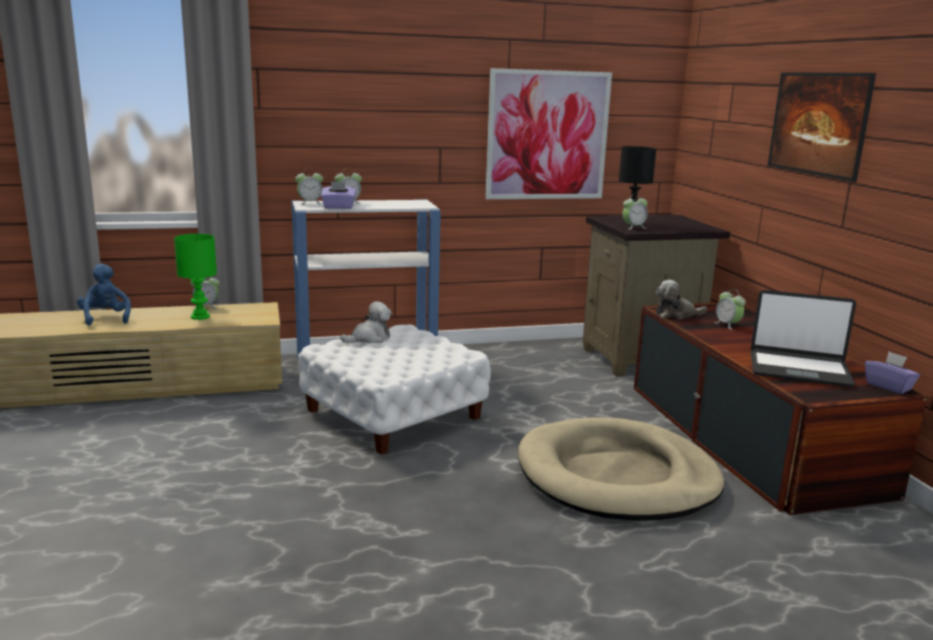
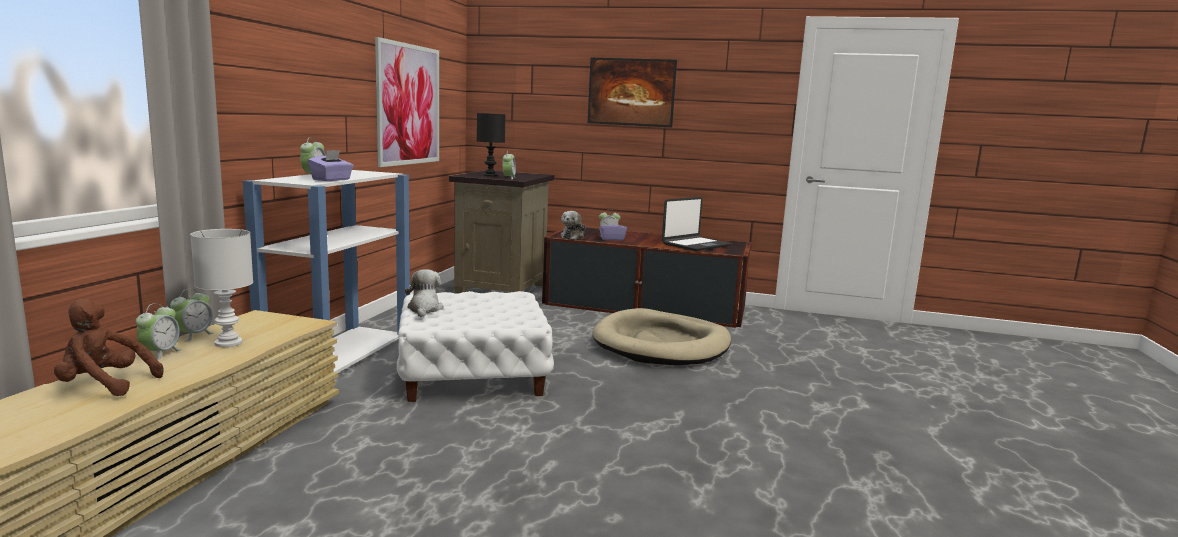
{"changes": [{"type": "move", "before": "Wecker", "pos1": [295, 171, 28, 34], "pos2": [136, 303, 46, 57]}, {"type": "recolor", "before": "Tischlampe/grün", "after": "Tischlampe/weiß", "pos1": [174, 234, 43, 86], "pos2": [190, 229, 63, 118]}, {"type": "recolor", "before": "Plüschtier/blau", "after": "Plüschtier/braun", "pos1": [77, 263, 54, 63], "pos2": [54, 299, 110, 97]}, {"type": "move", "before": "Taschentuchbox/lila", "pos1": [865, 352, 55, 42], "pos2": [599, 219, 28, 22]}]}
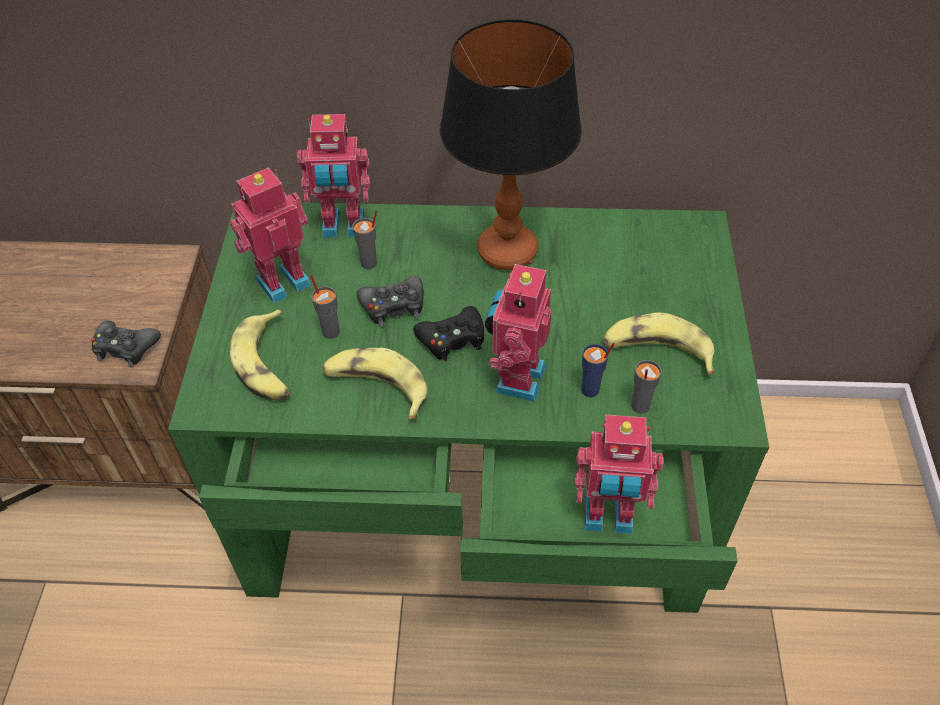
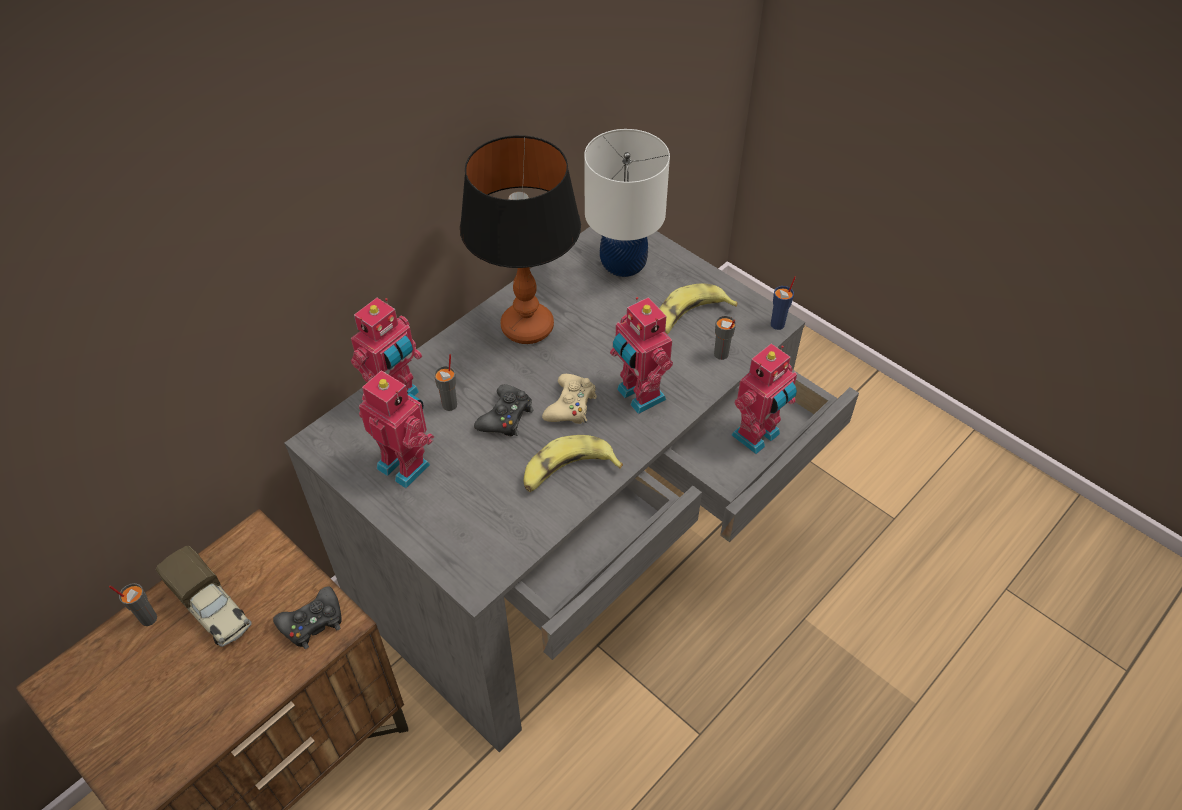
{"changes": [{"type": "rotate", "before": "Spielzeugroboter", "pos1": [230, 167, 81, 136], "pos2": [359, 370, 75, 118], "turn": 120}, {"type": "recolor", "before": "Schreibtisch/grün", "after": "Schreibtisch/grau", "pos1": [168, 202, 601, 411], "pos2": [284, 227, 575, 525]}, {"type": "move", "before": "Tasse/grau", "pos1": [310, 274, 30, 65], "pos2": [109, 583, 48, 43]}, {"type": "recolor", "before": "Gamepad/schwarz", "after": "Gamepad/beige", "pos1": [413, 306, 71, 56], "pos2": [542, 374, 55, 50]}, {"type": "delete", "before": "Banane", "pos1": [230, 309, 61, 91]}, {"type": "move", "before": "Tasse/blau", "pos1": [581, 343, 34, 54], "pos2": [771, 276, 25, 54]}, {"type": "insert", "after": "Tischlampe/weiß", "pos2": [584, 129, 86, 148]}, {"type": "insert", "after": "Spielzeuglaster", "pos2": [156, 546, 95, 101]}]}
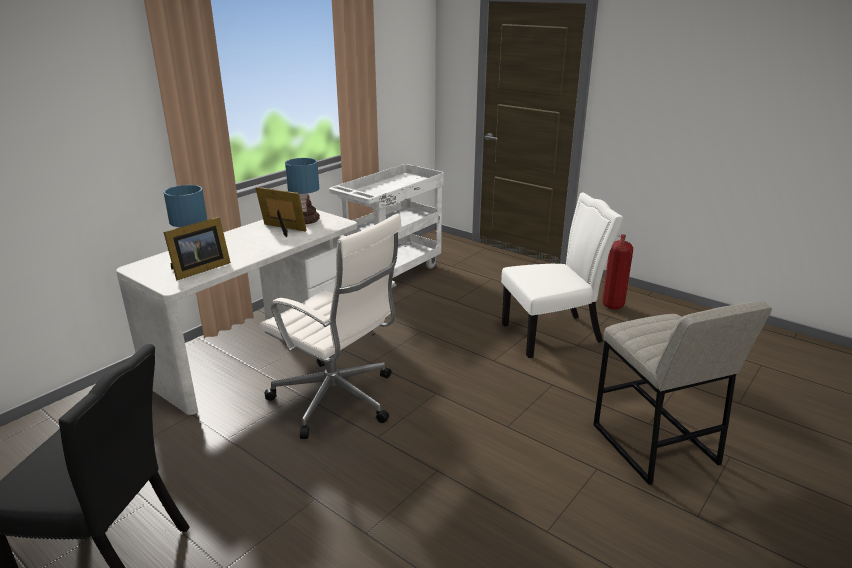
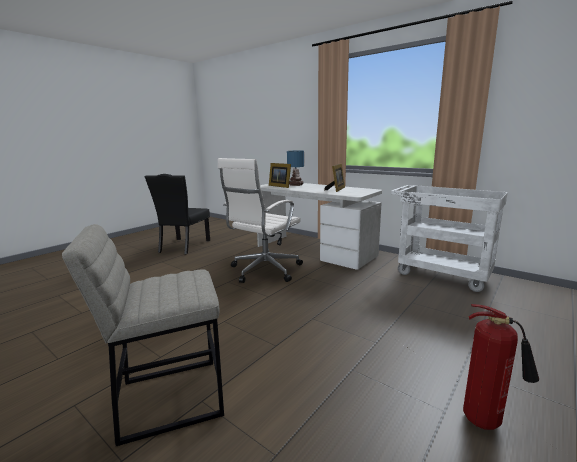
{"changes": [{"type": "delete", "before": "Tischlampe", "pos1": [285, 158, 35, 66]}, {"type": "delete", "before": "Stuhl/weiß", "pos1": [501, 193, 122, 165]}]}
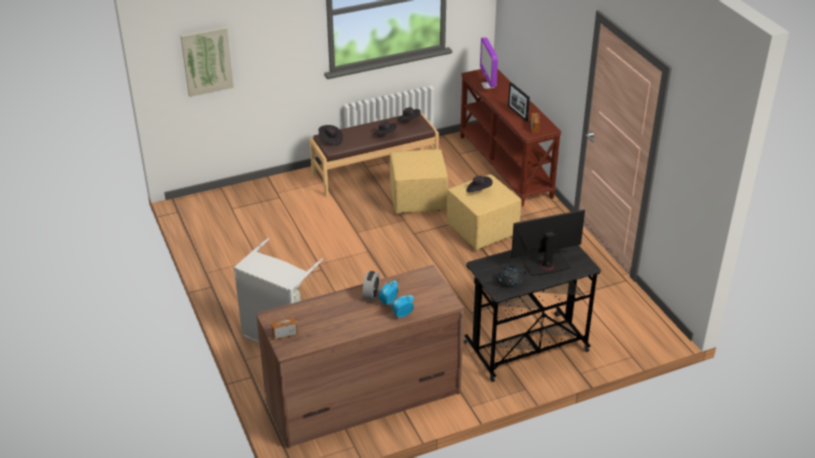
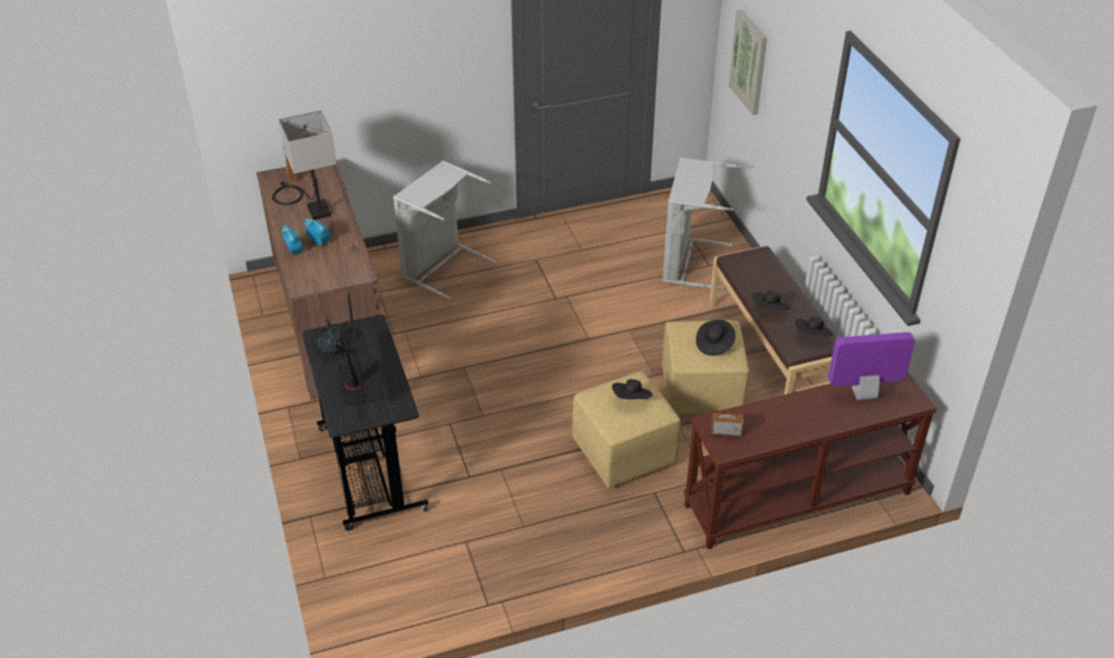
{"changes": [{"type": "delete", "before": "Bilderrahmen", "pos1": [508, 82, 22, 40]}, {"type": "move", "before": "Hut/schwarz", "pos1": [319, 125, 24, 21], "pos2": [696, 320, 39, 36]}, {"type": "delete", "before": "Wecker", "pos1": [362, 271, 18, 30]}, {"type": "insert", "after": "Tischlampe", "pos2": [272, 110, 65, 110]}, {"type": "insert", "after": "Wäschekorb/grau", "pos2": [662, 158, 80, 132]}]}
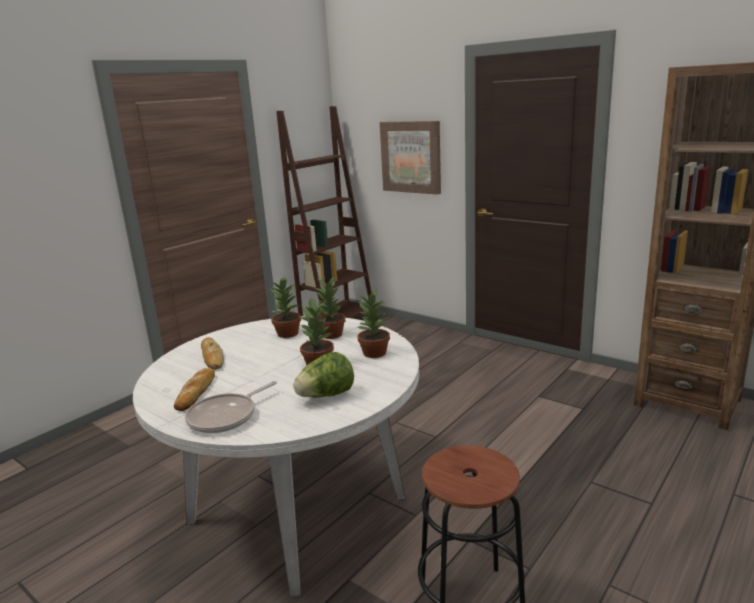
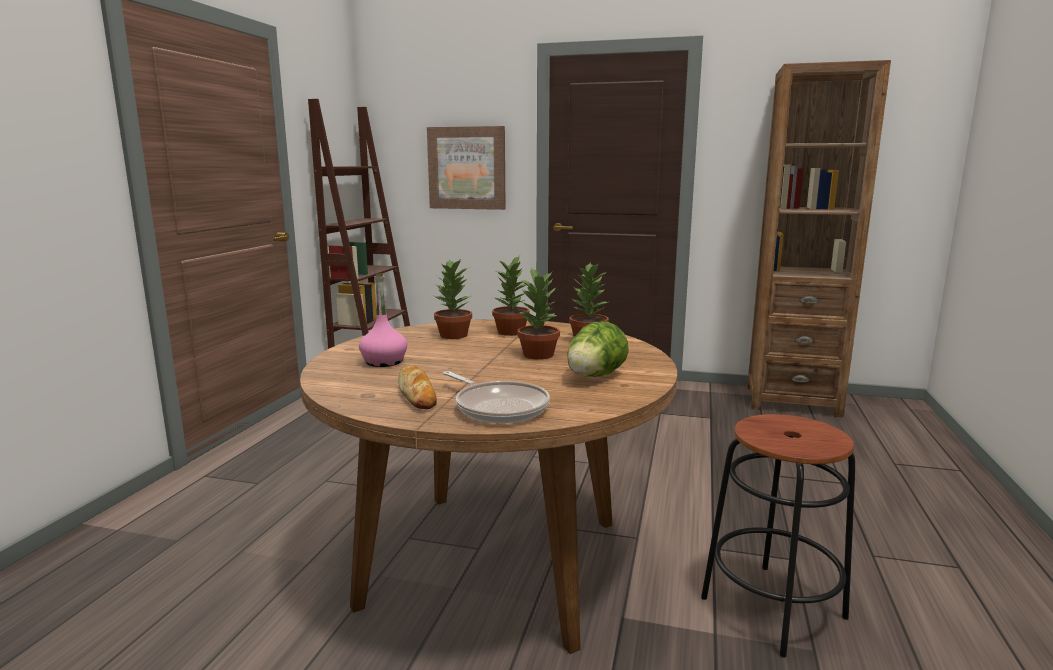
{"changes": [{"type": "recolor", "before": "Esstisch/weiß", "after": "Esstisch/braun", "pos1": [133, 316, 286, 281], "pos2": [300, 319, 377, 335]}, {"type": "replace", "before": "Brot", "after": "Flasche/rosa", "pos1": [201, 337, 23, 33], "pos2": [359, 273, 48, 94]}, {"type": "rotate", "before": "Pfanne", "pos1": [185, 381, 92, 52], "pos2": [443, 371, 107, 52], "turn": -60}]}
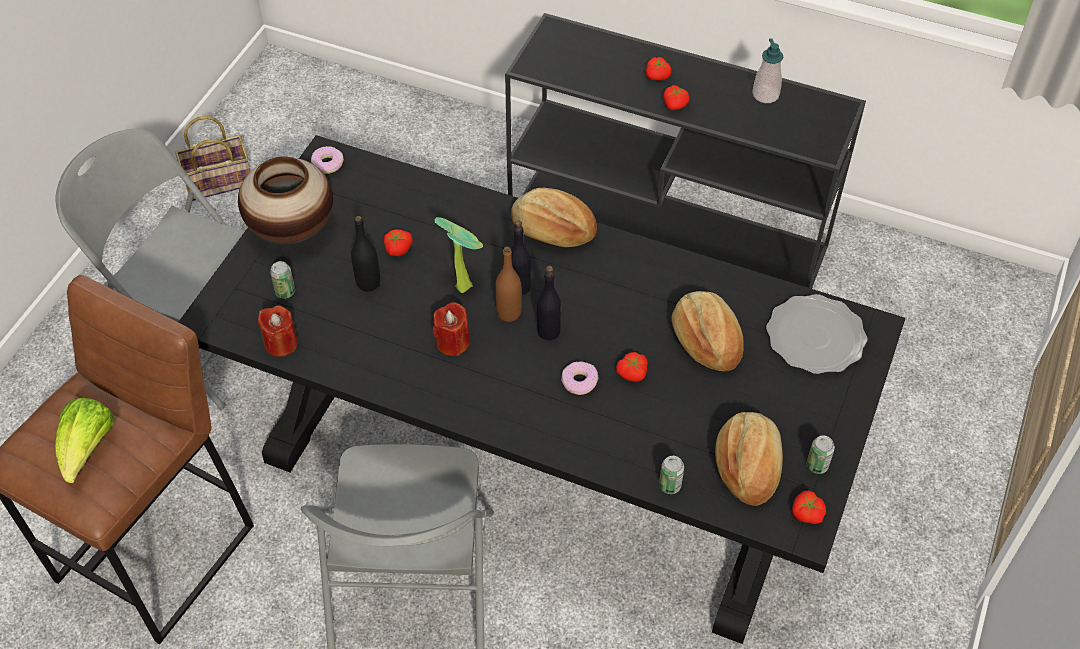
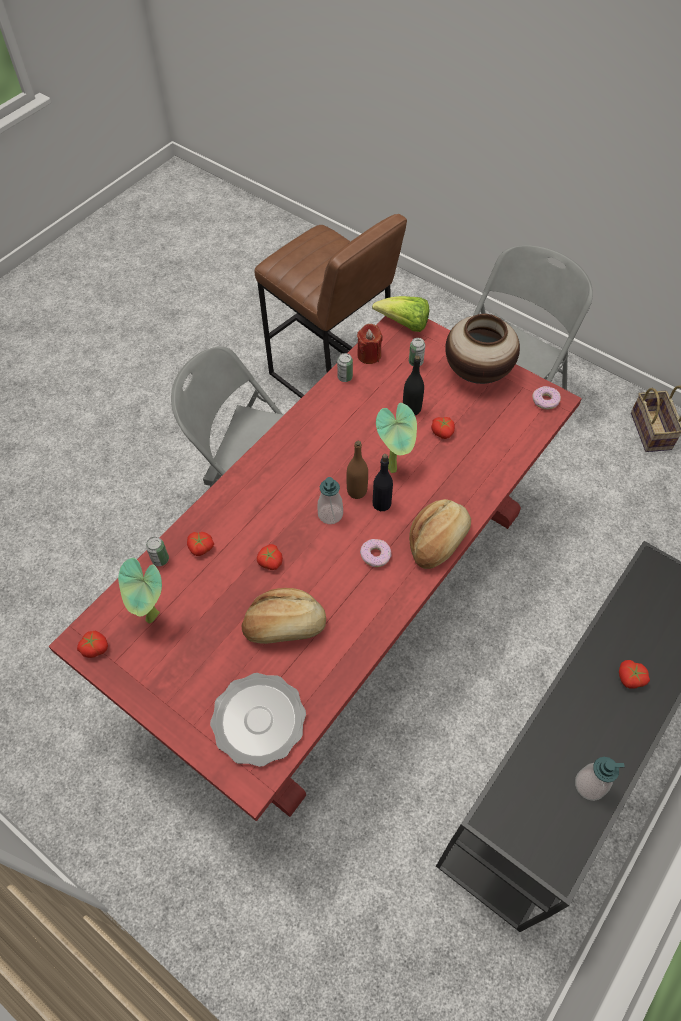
{"changes": [{"type": "move", "before": "Tomate", "pos1": [663, 85, 27, 25], "pos2": [187, 532, 27, 24]}, {"type": "recolor", "before": "Esstisch/schwarz", "after": "Esstisch/rot", "pos1": [179, 135, 726, 509], "pos2": [49, 316, 533, 505]}, {"type": "replace", "before": "Flasche/schwarz", "after": "Seifenspender", "pos1": [537, 266, 25, 74], "pos2": [317, 477, 26, 47]}, {"type": "delete", "before": "Kerze/rot", "pos1": [433, 302, 37, 54]}, {"type": "move", "before": "Donut", "pos1": [561, 361, 37, 34], "pos2": [360, 539, 31, 28]}, {"type": "move", "before": "Salatkopf", "pos1": [55, 398, 58, 85], "pos2": [372, 296, 57, 36]}, {"type": "replace", "before": "Brot", "after": "Topfpflanze", "pos1": [715, 412, 68, 94], "pos2": [118, 558, 44, 66]}, {"type": "move", "before": "Dose", "pos1": [807, 435, 28, 39], "pos2": [337, 353, 16, 29]}]}
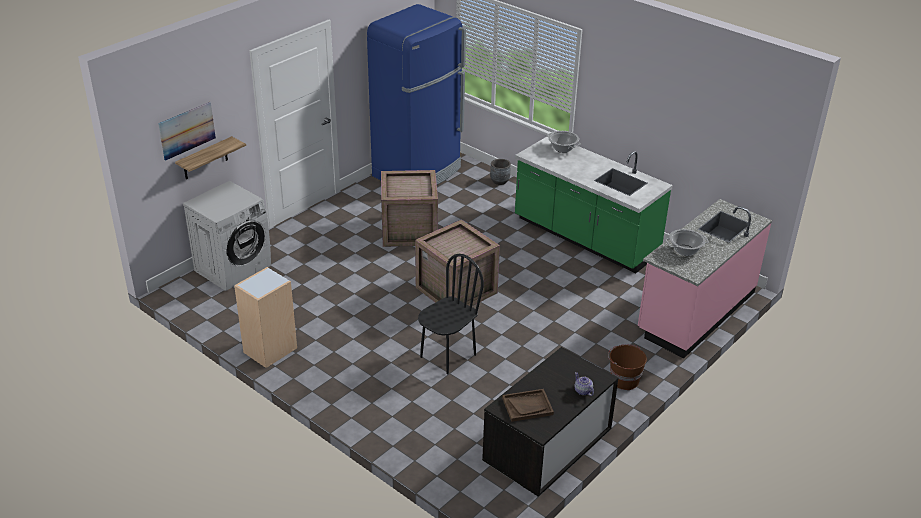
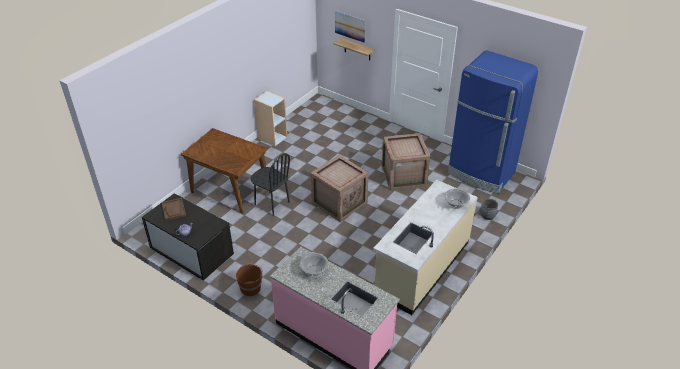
{"changes": [{"type": "recolor", "before": "Küchenzeile/grün", "after": "Küchenzeile/beige", "pos1": [515, 135, 158, 138], "pos2": [373, 180, 105, 135]}, {"type": "delete", "before": "Waschmaschine/weiß", "pos1": [183, 181, 88, 110]}, {"type": "insert", "after": "Esstisch/braun", "pos2": [181, 128, 86, 86]}]}
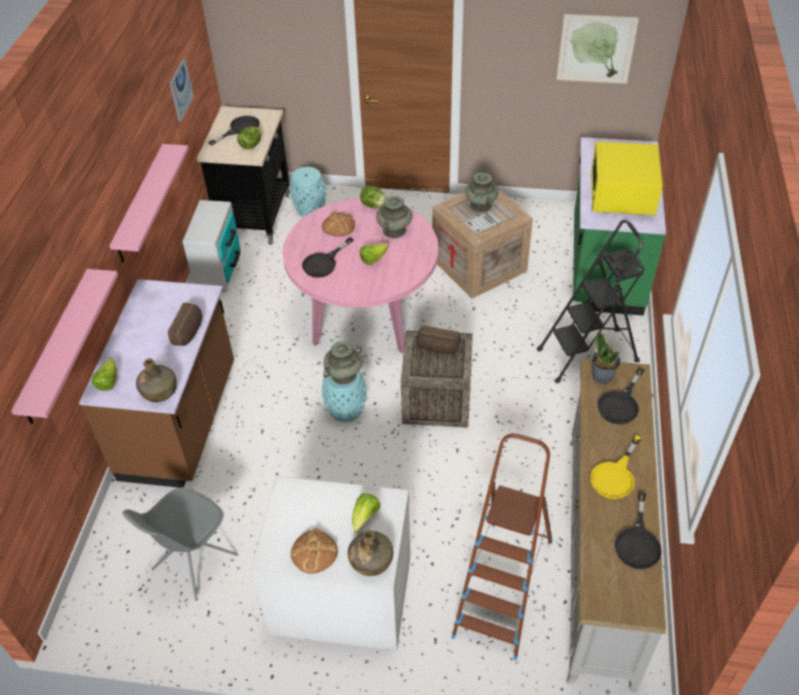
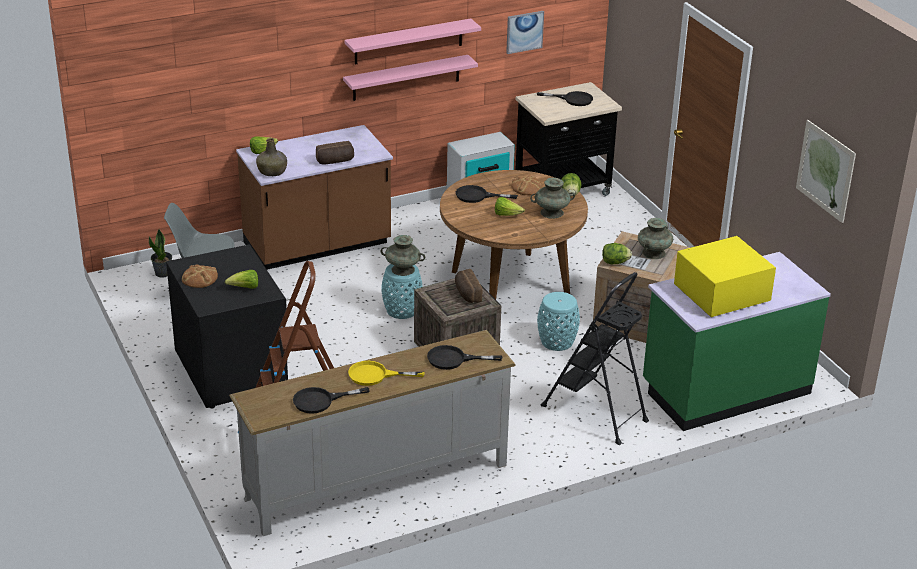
{"changes": [{"type": "move", "before": "Salatkopf", "pos1": [237, 126, 24, 23], "pos2": [602, 243, 30, 21]}, {"type": "move", "before": "Hocker/türkis", "pos1": [290, 167, 36, 50], "pos2": [537, 292, 43, 59]}, {"type": "recolor", "before": "Esstisch/rosa", "after": "Esstisch/braun", "pos1": [283, 199, 156, 154], "pos2": [440, 170, 148, 129]}, {"type": "move", "before": "Wandregal/rosa", "pos1": [11, 269, 107, 155], "pos2": [345, 19, 136, 45]}, {"type": "move", "before": "Topfpflanze", "pos1": [592, 332, 29, 52], "pos2": [149, 229, 23, 49]}, {"type": "recolor", "before": "Waschmaschine/weiß", "after": "Waschmaschine/schwarz", "pos1": [250, 476, 160, 175], "pos2": [166, 245, 122, 163]}, {"type": "delete", "before": "Flasche/grün", "pos1": [348, 530, 45, 46]}]}
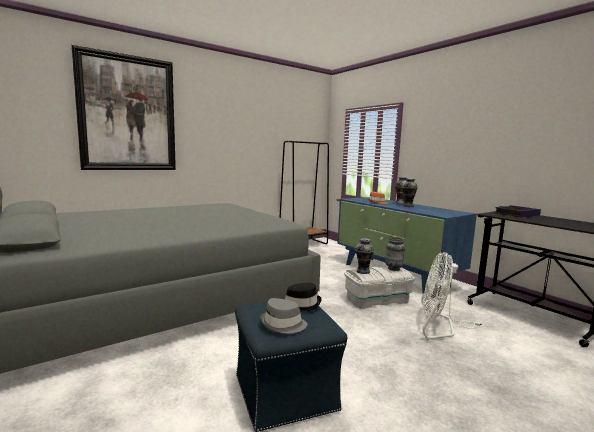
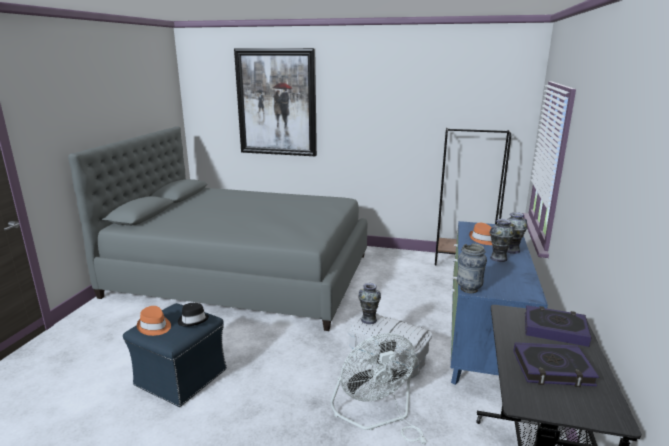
{"changes": [{"type": "move", "before": "Vase", "pos1": [385, 236, 21, 35], "pos2": [457, 243, 30, 50]}, {"type": "recolor", "before": "Hut/grau", "after": "Hut/orange", "pos1": [260, 298, 47, 36], "pos2": [137, 306, 34, 30]}, {"type": "insert", "after": "Buch", "pos2": [513, 342, 86, 45]}]}
